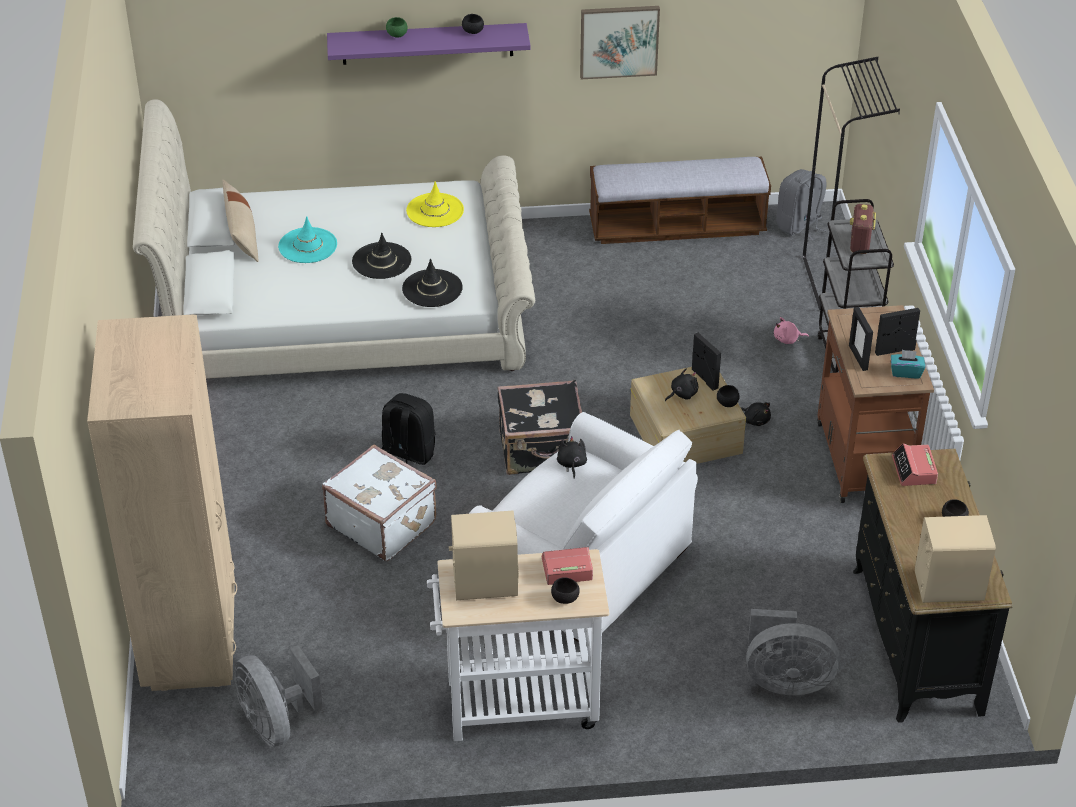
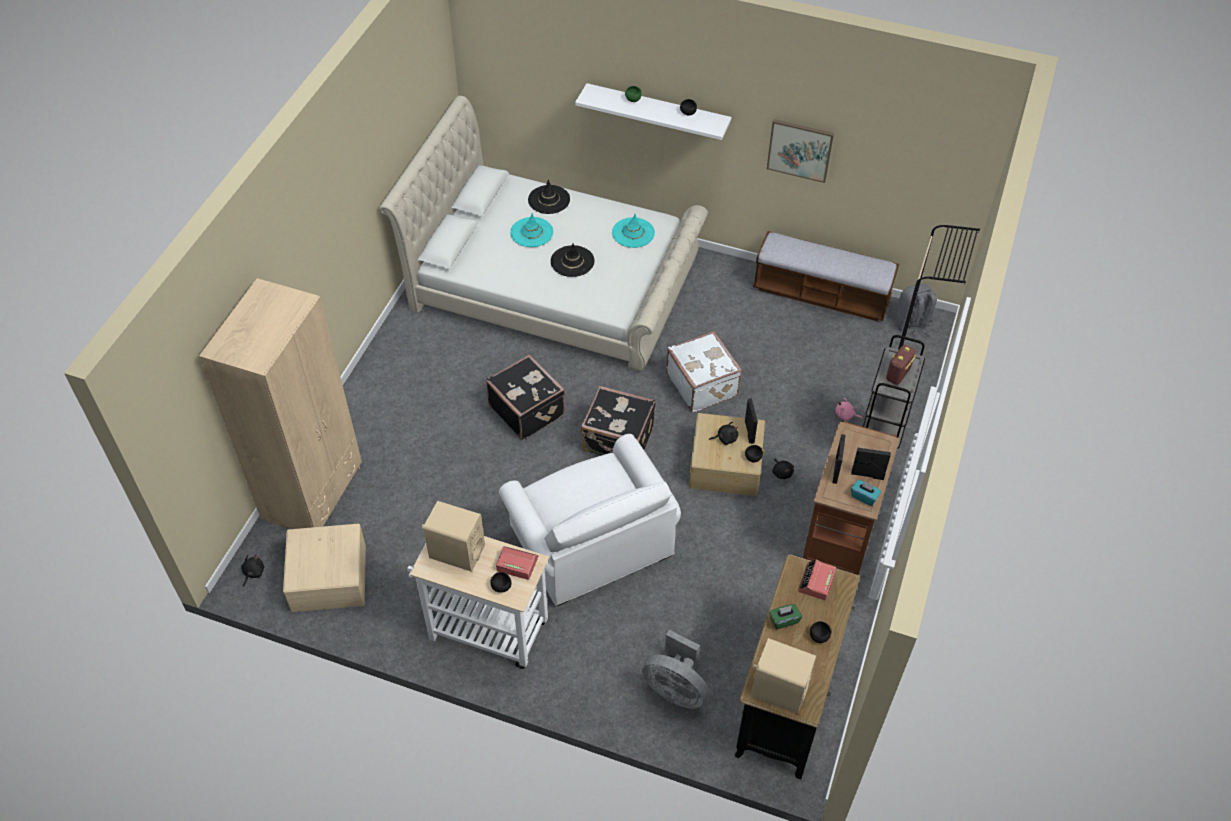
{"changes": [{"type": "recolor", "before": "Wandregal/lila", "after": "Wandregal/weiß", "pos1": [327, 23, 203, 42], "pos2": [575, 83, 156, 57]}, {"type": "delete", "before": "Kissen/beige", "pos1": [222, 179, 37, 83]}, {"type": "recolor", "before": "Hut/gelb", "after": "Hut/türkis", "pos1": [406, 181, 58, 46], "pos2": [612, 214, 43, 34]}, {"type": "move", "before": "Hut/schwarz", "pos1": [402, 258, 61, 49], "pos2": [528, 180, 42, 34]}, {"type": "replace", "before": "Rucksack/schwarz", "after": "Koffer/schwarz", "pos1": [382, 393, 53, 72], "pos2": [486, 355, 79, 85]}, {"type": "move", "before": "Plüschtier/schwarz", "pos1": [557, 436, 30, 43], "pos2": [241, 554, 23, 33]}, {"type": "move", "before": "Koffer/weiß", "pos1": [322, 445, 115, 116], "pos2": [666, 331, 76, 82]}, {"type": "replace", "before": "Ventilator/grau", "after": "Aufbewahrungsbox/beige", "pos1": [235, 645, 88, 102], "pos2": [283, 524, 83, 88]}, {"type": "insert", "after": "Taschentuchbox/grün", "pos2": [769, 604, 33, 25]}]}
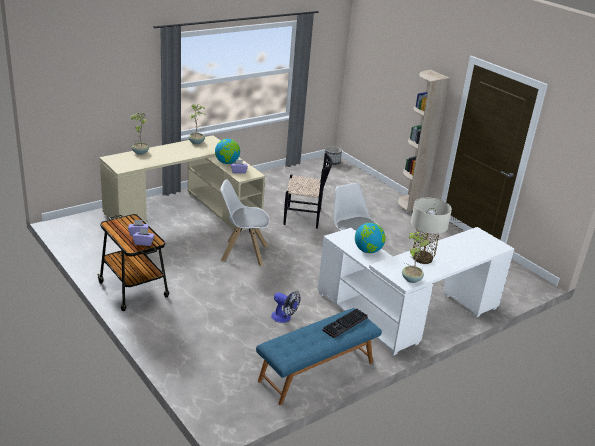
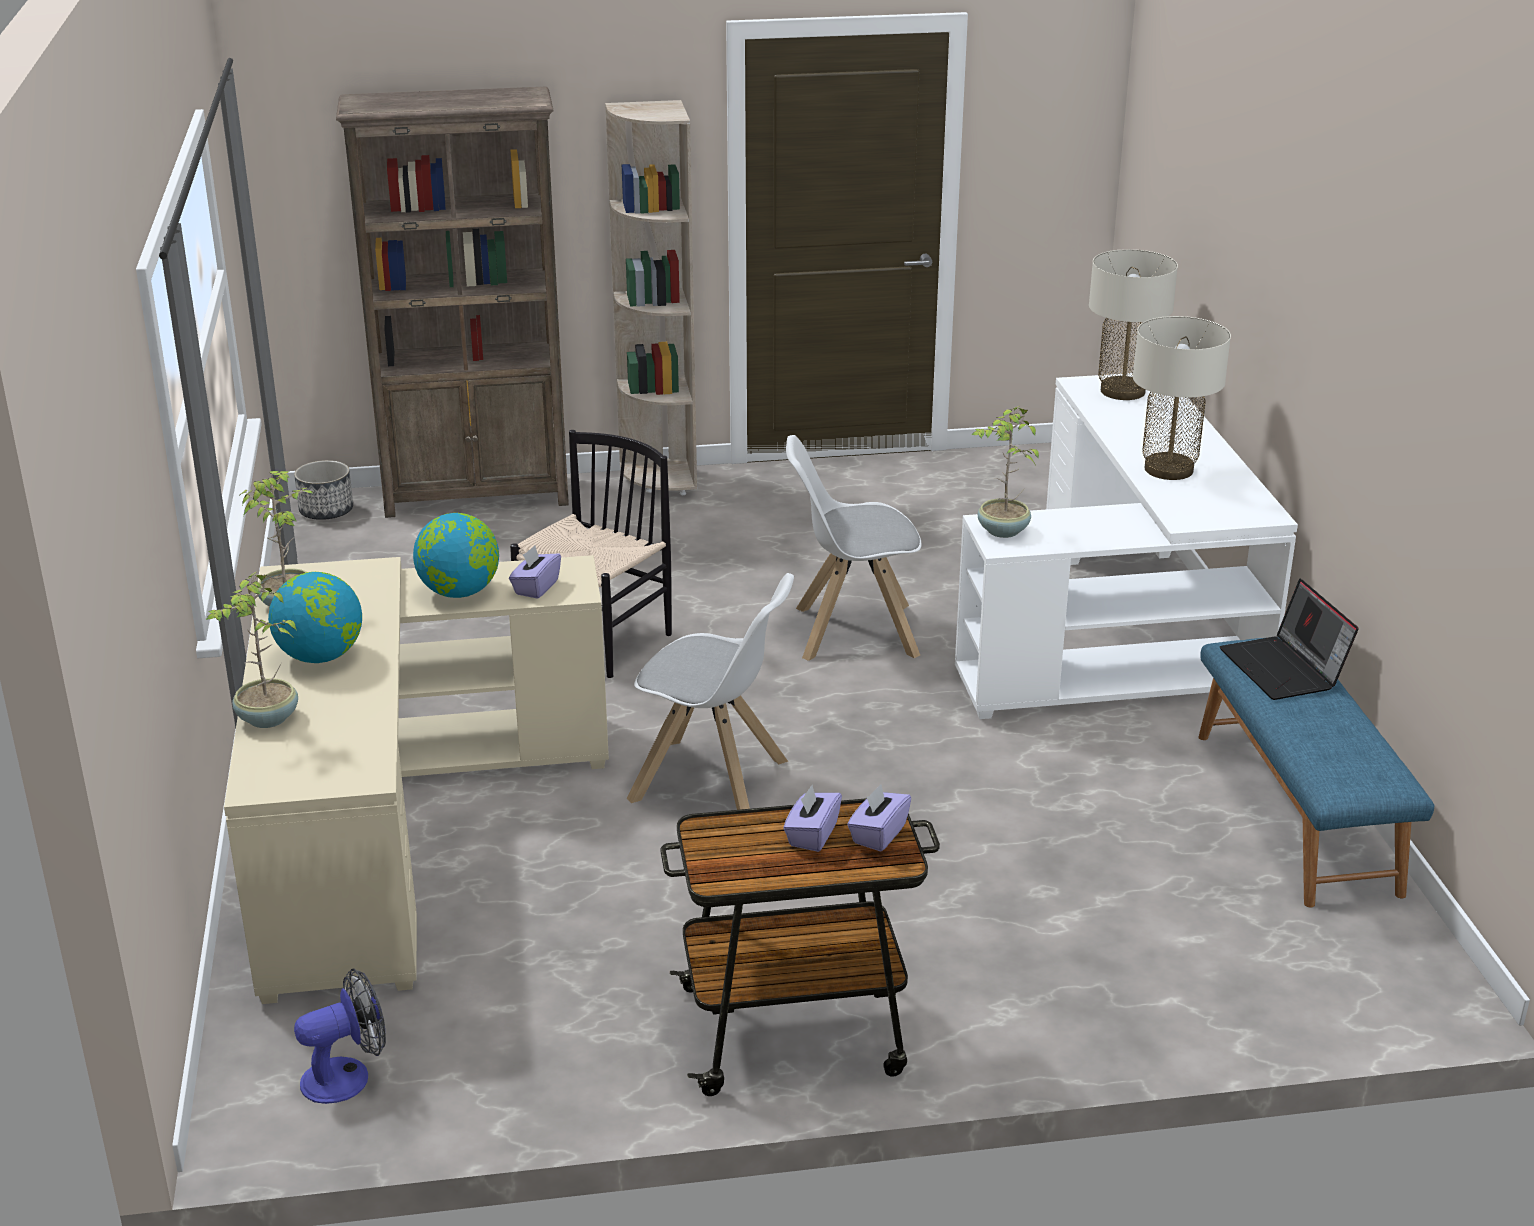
{"changes": [{"type": "rotate", "before": "Stuhl", "pos1": [220, 180, 49, 86], "pos2": [627, 573, 167, 237], "turn": -105}, {"type": "move", "before": "Globus", "pos1": [355, 223, 30, 30], "pos2": [268, 572, 94, 91]}, {"type": "move", "before": "Topfpflanze", "pos1": [402, 232, 28, 51], "pos2": [972, 406, 67, 132]}, {"type": "move", "before": "Ventilator", "pos1": [271, 291, 30, 32], "pos2": [294, 969, 92, 135]}, {"type": "replace", "before": "Tastatur", "after": "Laptop", "pos1": [322, 308, 46, 30], "pos2": [1220, 579, 139, 121]}, {"type": "insert", "after": "Bücherregal/braun", "pos2": [336, 86, 233, 432]}, {"type": "insert", "after": "Tischlampe", "pos2": [1089, 249, 89, 151]}]}
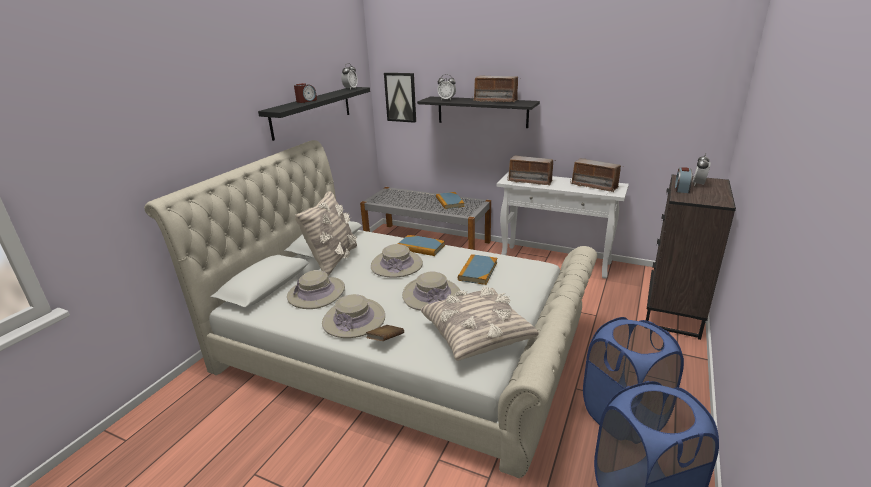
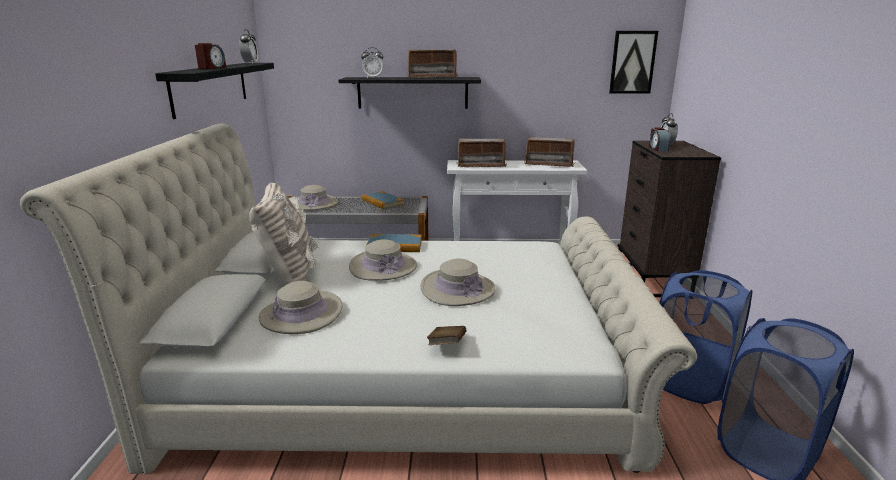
{"changes": [{"type": "move", "before": "Bild", "pos1": [384, 73, 32, 50], "pos2": [609, 31, 49, 63]}, {"type": "delete", "before": "Buch", "pos1": [458, 254, 39, 31]}, {"type": "delete", "before": "Kissen/beige", "pos1": [421, 286, 118, 75]}, {"type": "move", "before": "Hut/beige", "pos1": [322, 294, 63, 44], "pos2": [296, 185, 42, 25]}]}
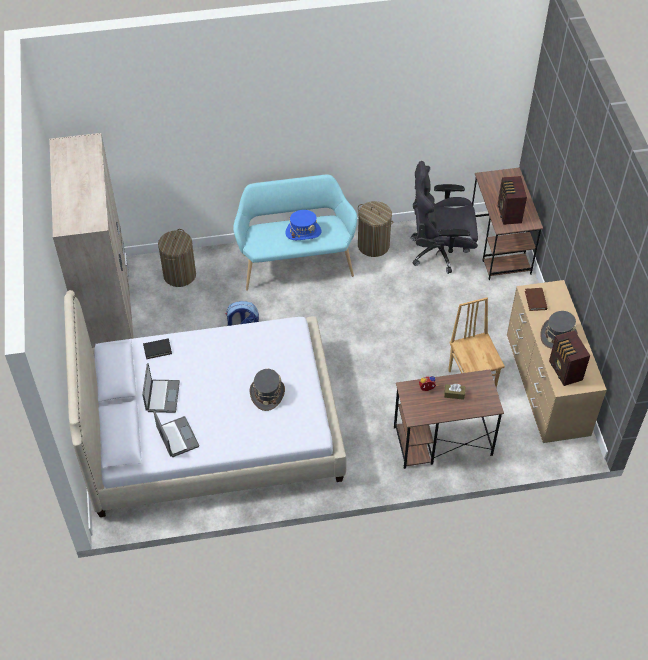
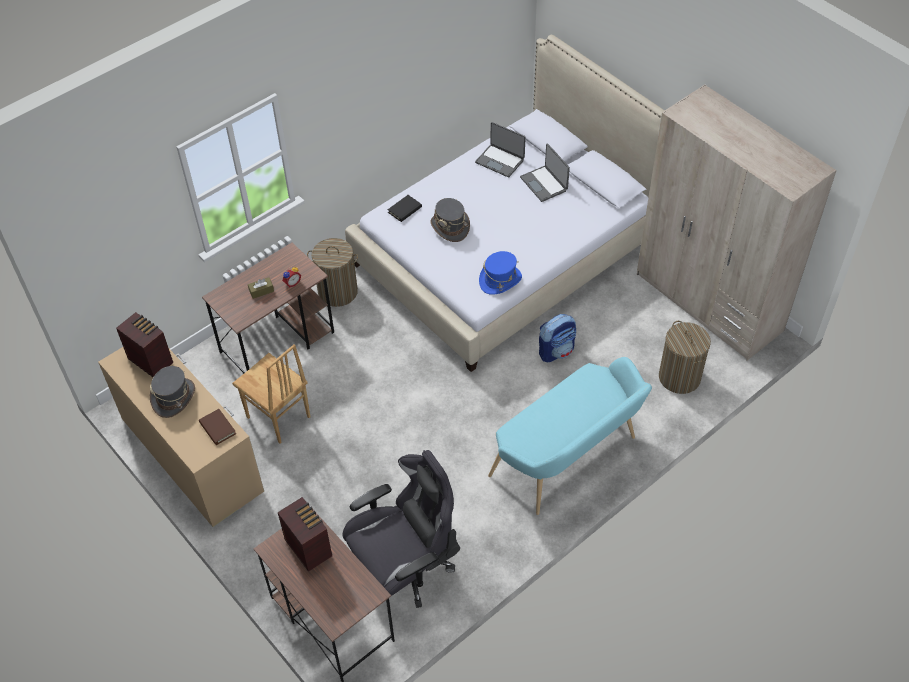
{"changes": [{"type": "move", "before": "Wäschekorb", "pos1": [358, 201, 35, 56], "pos2": [307, 238, 51, 69]}, {"type": "move", "before": "Hut/blau", "pos1": [286, 210, 36, 30], "pos2": [479, 251, 43, 44]}, {"type": "move", "before": "Buch/schwarz", "pos1": [143, 338, 29, 21], "pos2": [388, 195, 34, 27]}]}
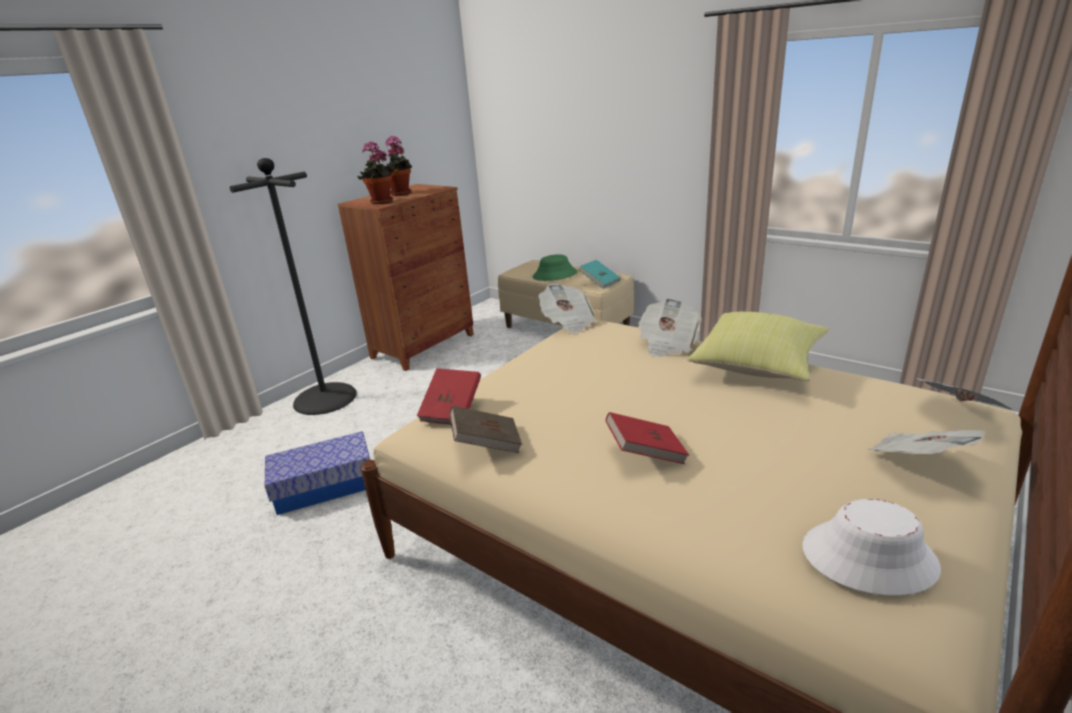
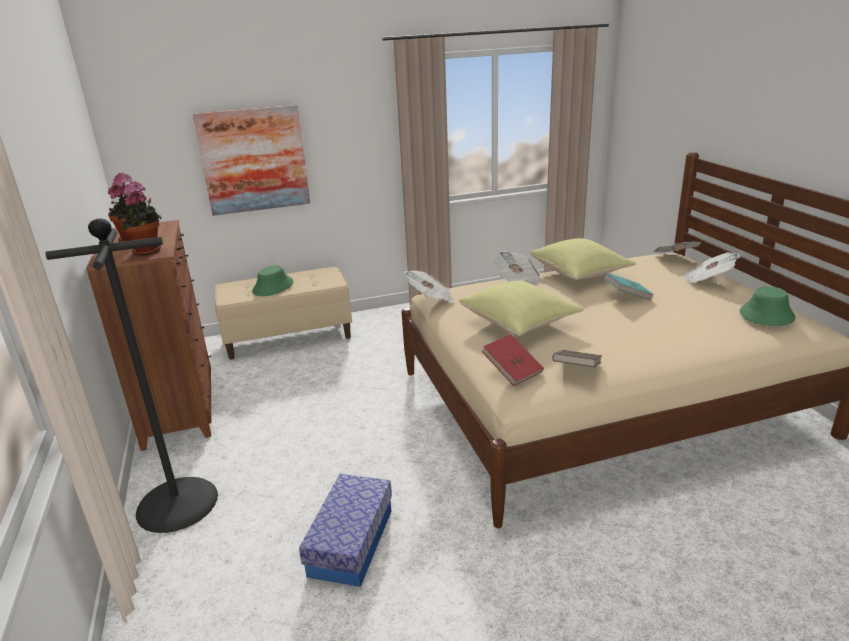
{"changes": [{"type": "move", "before": "Buch/türkis", "pos1": [579, 260, 42, 29], "pos2": [603, 272, 51, 28]}, {"type": "delete", "before": "Buch/rot", "pos1": [605, 412, 84, 52]}, {"type": "recolor", "before": "Hut/weiß", "after": "Hut/grün", "pos1": [802, 499, 139, 97], "pos2": [740, 286, 56, 40]}, {"type": "insert", "after": "Bild", "pos2": [193, 105, 117, 111]}, {"type": "insert", "after": "Kissen/gelb", "pos2": [459, 280, 125, 56]}]}
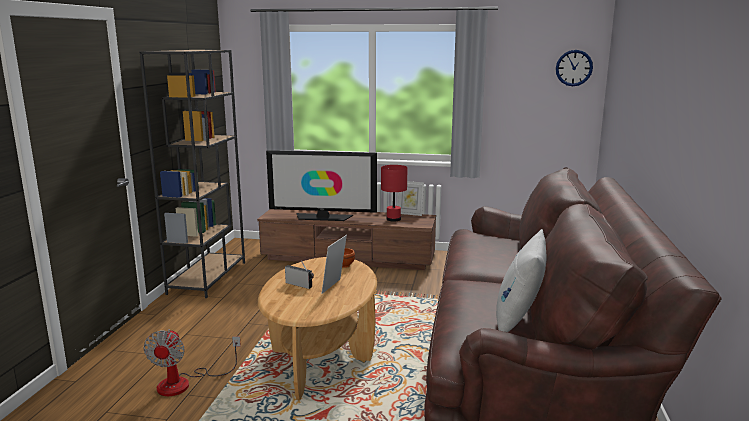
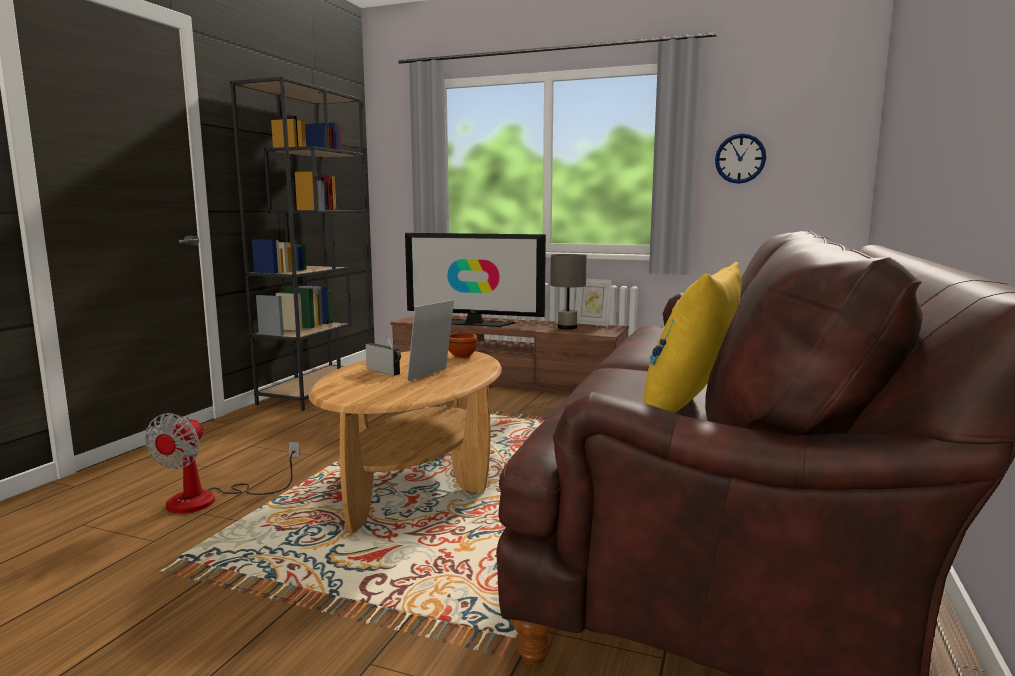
{"changes": [{"type": "move", "before": "Wanduhr", "pos1": [556, 50, 37, 36], "pos2": [715, 134, 51, 50]}, {"type": "recolor", "before": "Tischlampe/rot", "after": "Tischlampe/grau", "pos1": [381, 165, 26, 57], "pos2": [551, 254, 36, 76]}, {"type": "recolor", "before": "Kissen/grau", "after": "Kissen/gelb", "pos1": [496, 229, 51, 103], "pos2": [643, 262, 98, 151]}]}
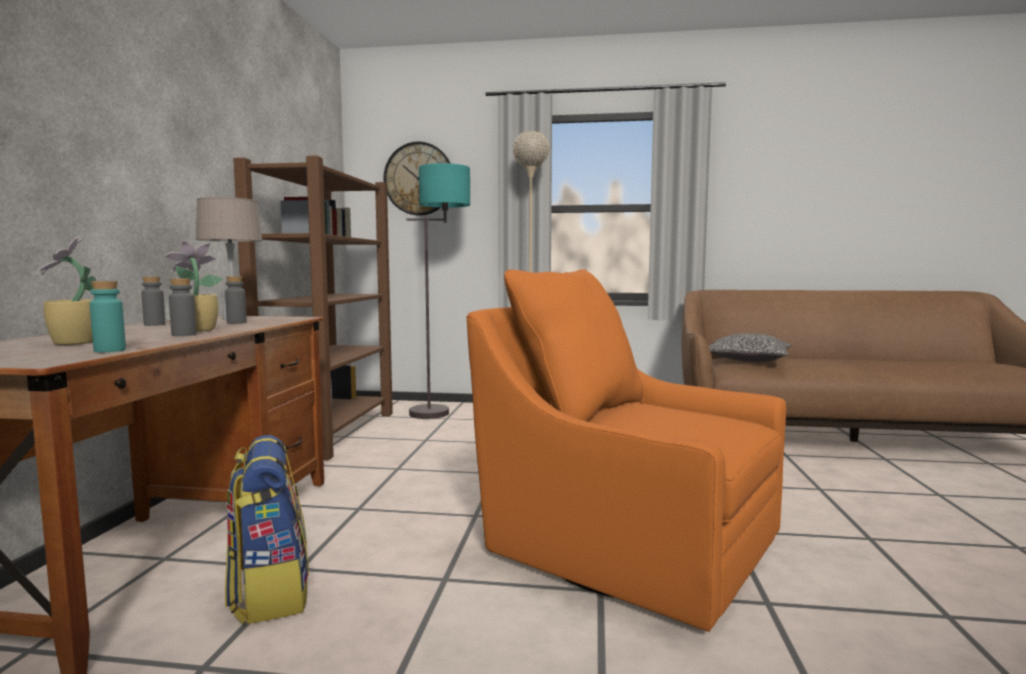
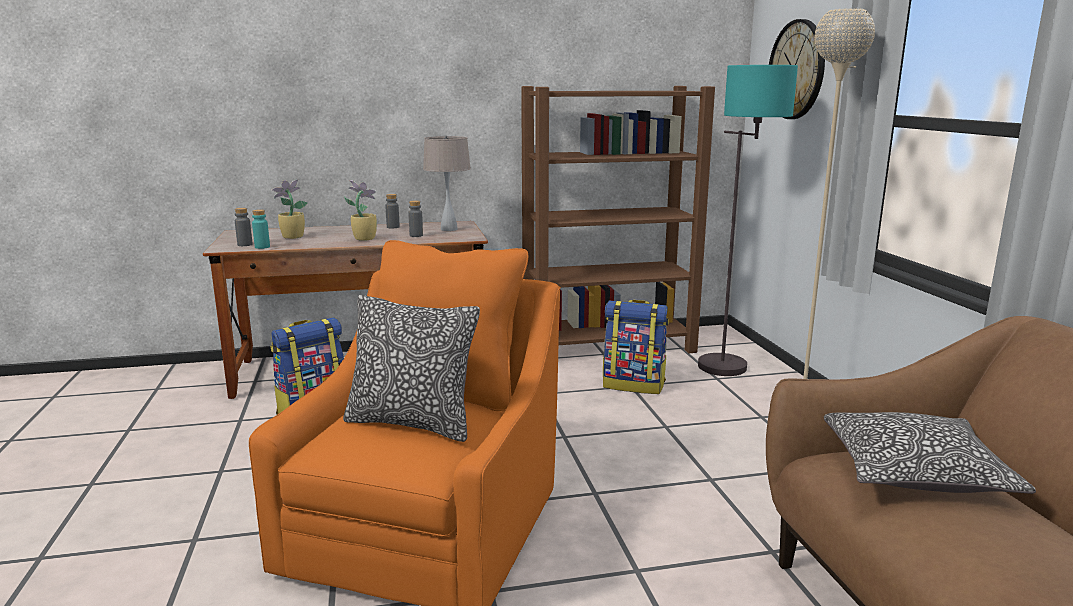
{"changes": [{"type": "move", "before": "Flasche/grau", "pos1": [169, 278, 27, 58], "pos2": [235, 208, 18, 38]}, {"type": "insert", "after": "Kissen", "pos2": [343, 295, 137, 147]}, {"type": "insert", "after": "Rucksack", "pos2": [603, 300, 66, 94]}]}
